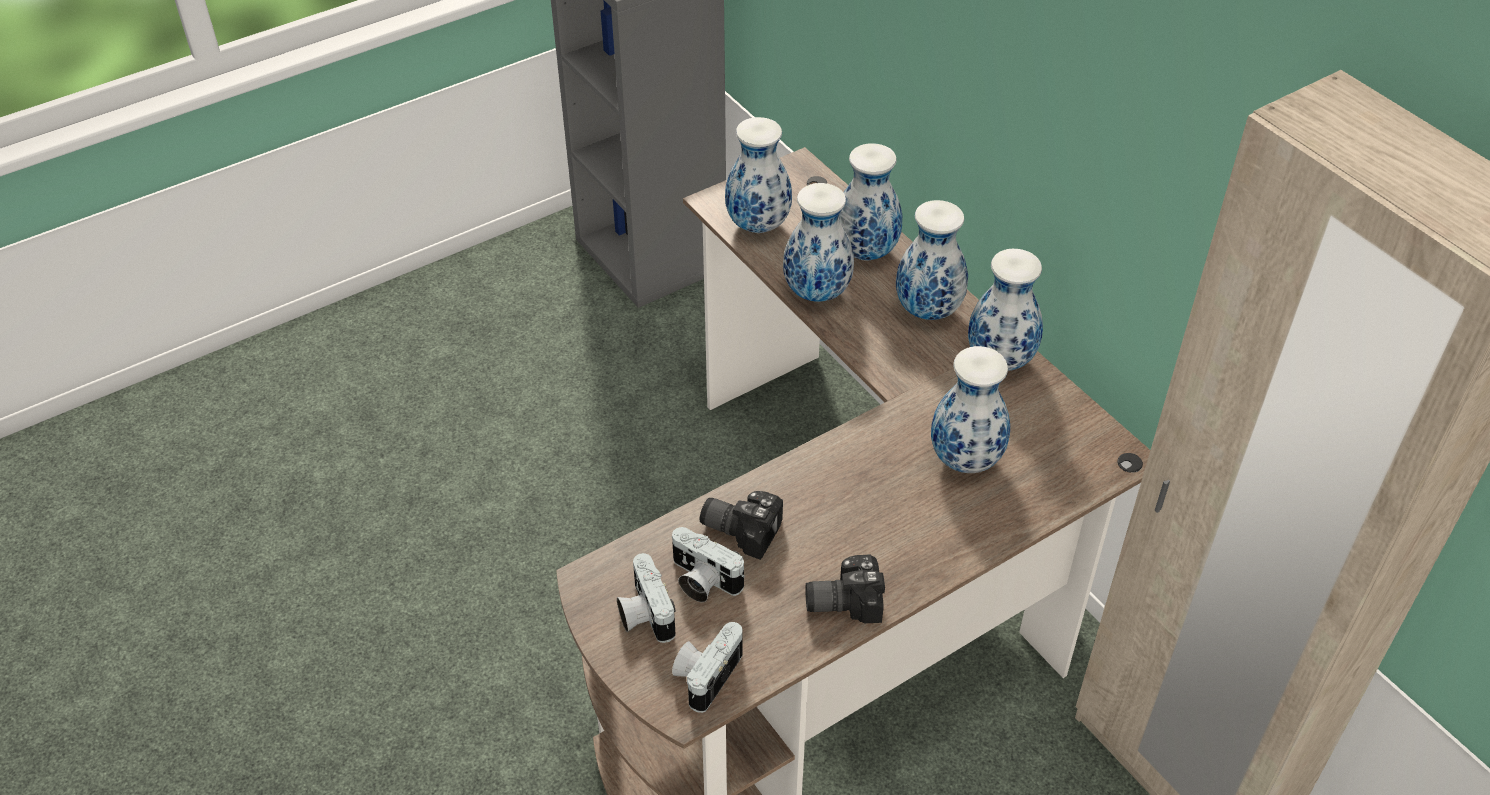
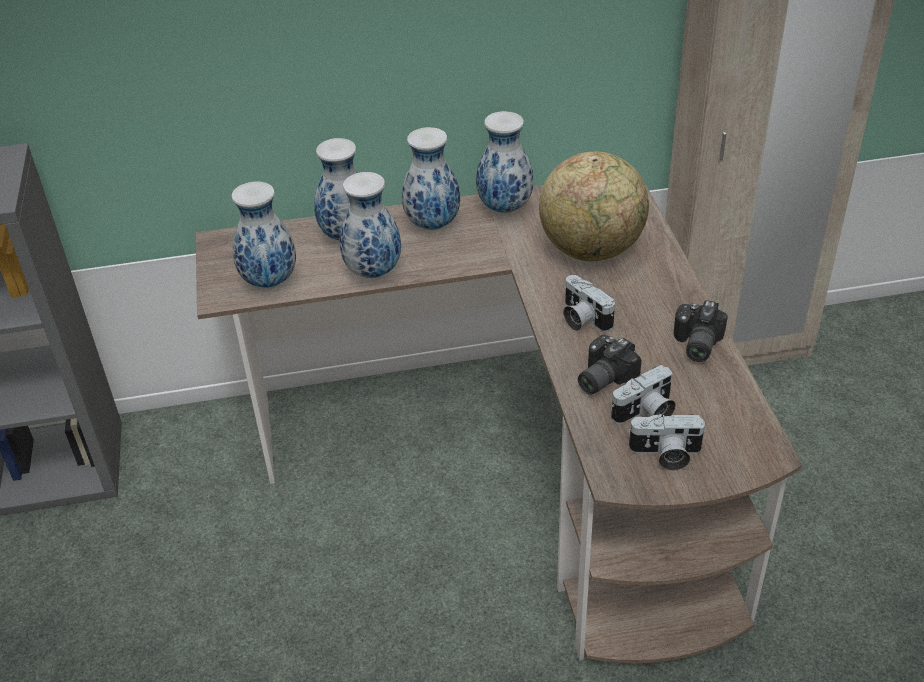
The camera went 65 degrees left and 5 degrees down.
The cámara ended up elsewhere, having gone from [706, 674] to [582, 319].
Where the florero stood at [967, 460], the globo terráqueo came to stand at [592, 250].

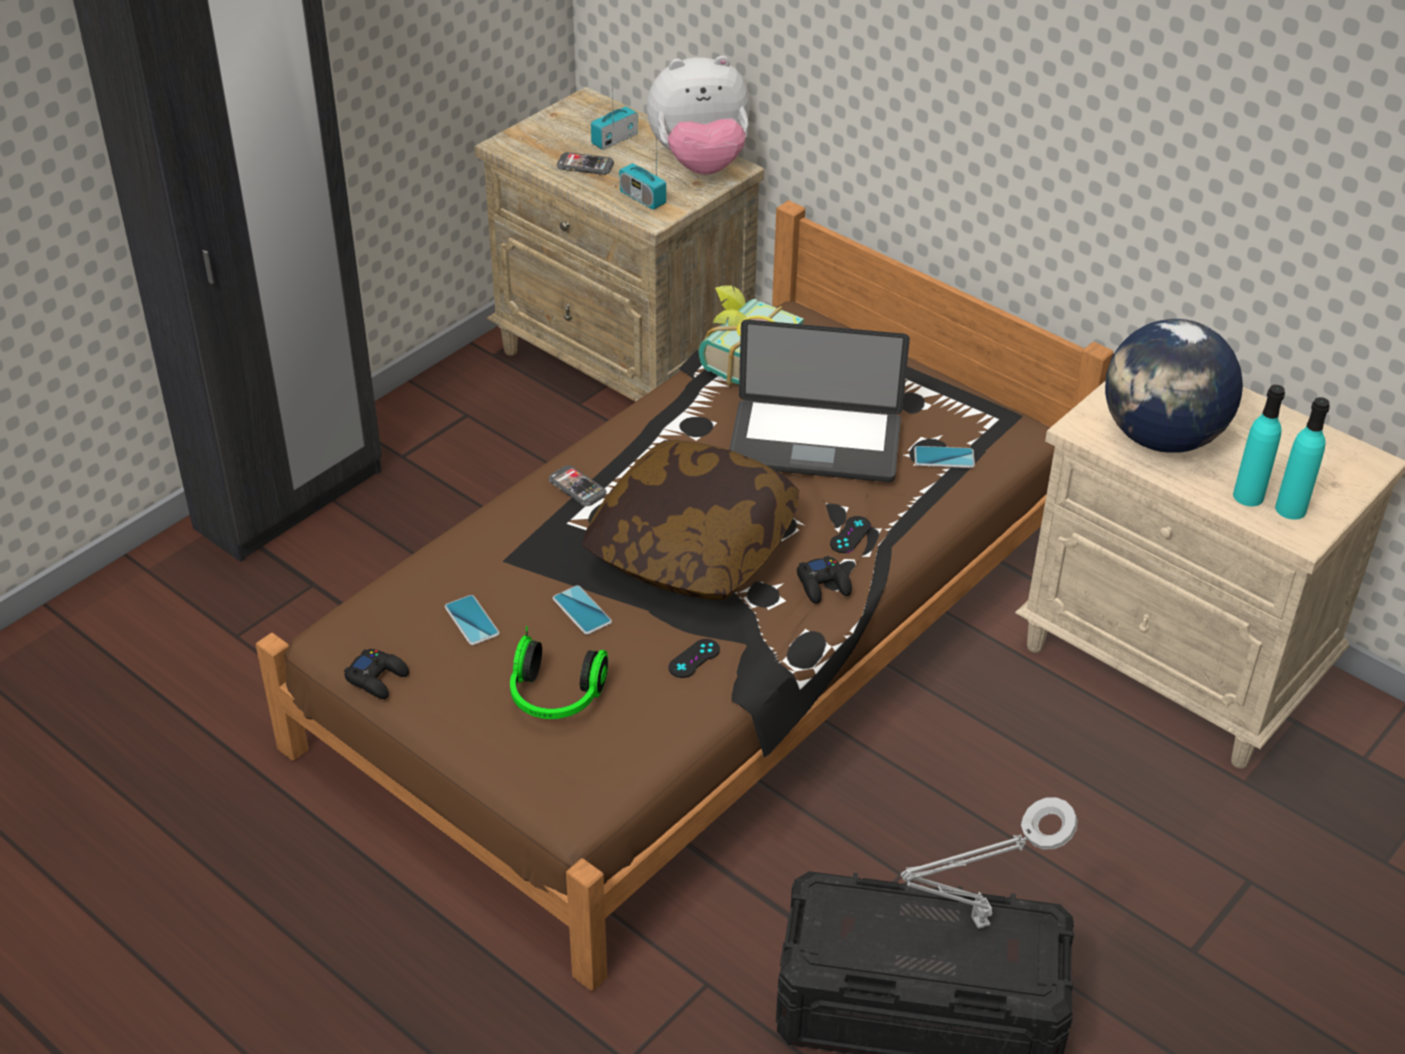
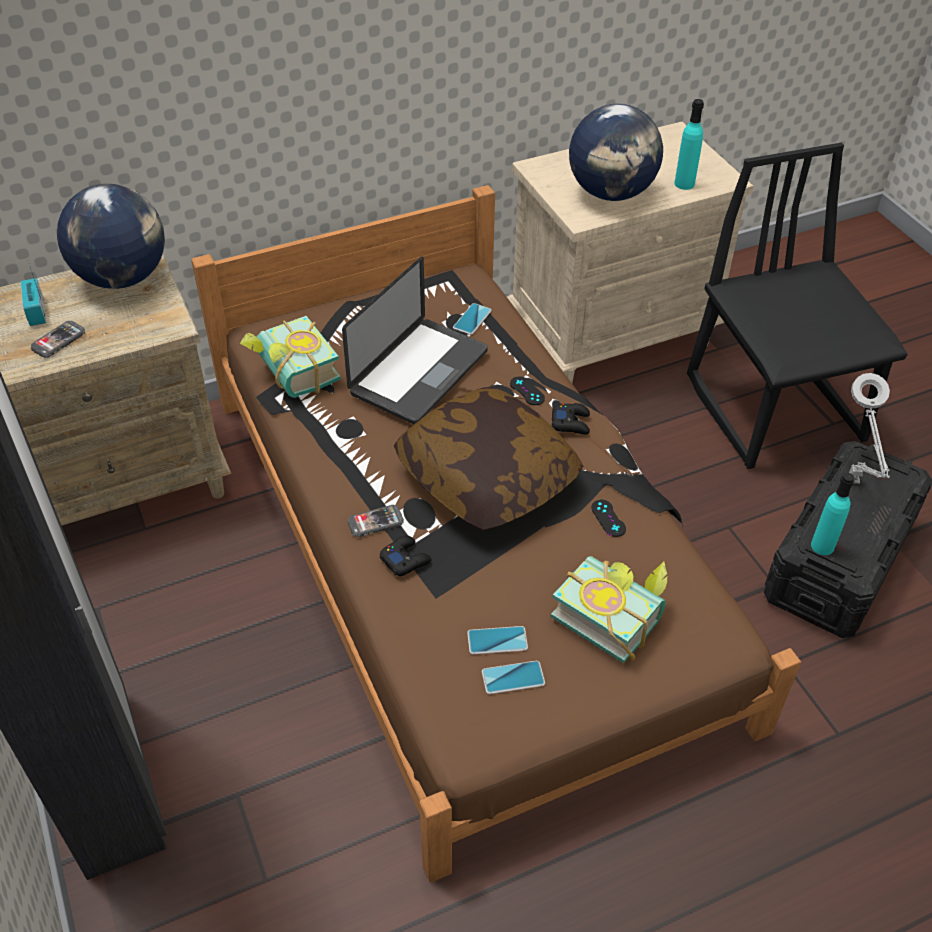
The camera went 65 degrees left and 5 degrees up.
The mando de consola [negro] ended up elsewhere, having gone from [377, 678] to [405, 559].
Where the auriculares stood at [555, 698], the libro came to stand at [612, 614].
The móvil ended up elsewhere, having gone from [582, 611] to [513, 678].
The second view lost the radio at [642, 198].
Where the peluche stood at [700, 164], the globo terráqueo came to stand at [122, 277].
The botella [turquesa] ended up elsewhere, having gone from [1290, 509] to [822, 546].
The second view gained the silla [negro] at [775, 408].

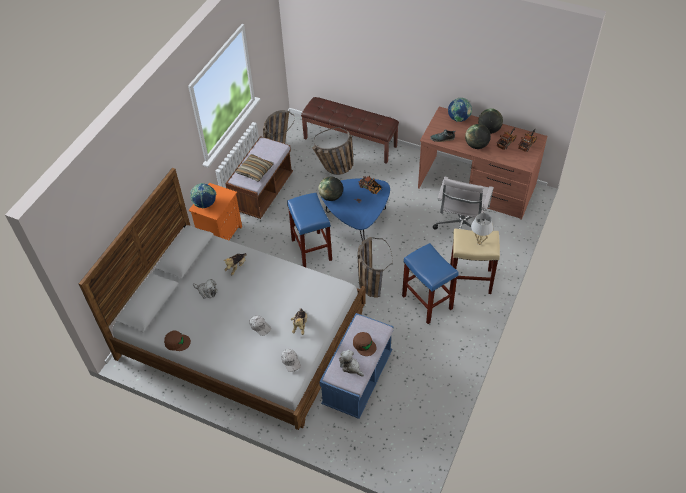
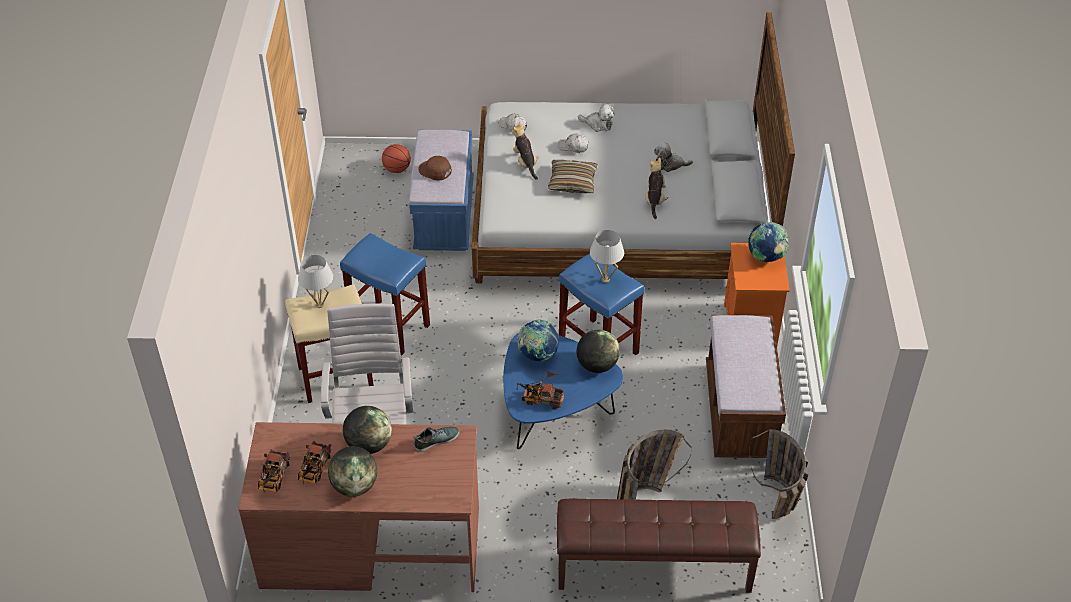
The camera went 155 degrees right and 5 degrees down.
The second view lost the gorra [marrón] at [177, 342].
The cojín ended up elsewhere, having gone from [255, 171] to [572, 182].
The peluche ended up elsewhere, having gone from [351, 367] to [598, 124].
The second view lost the cesta at [369, 280].
The globo terráqueo ended up elsewhere, having gone from [458, 119] to [537, 355].
The second view gained the balón de baloncesto at [397, 169].
The second view gained the lámpara de mesa [blanco] at [605, 279].

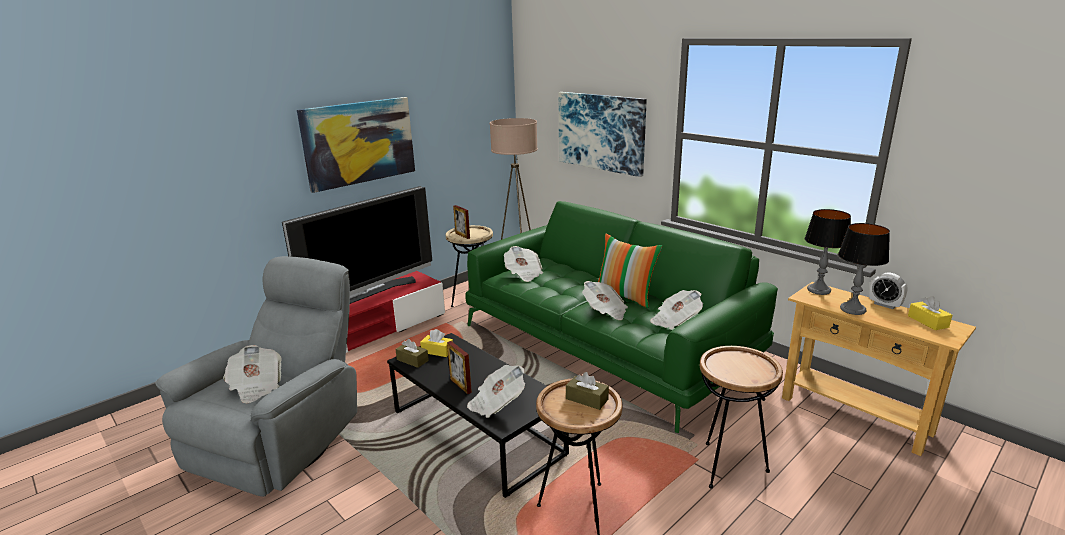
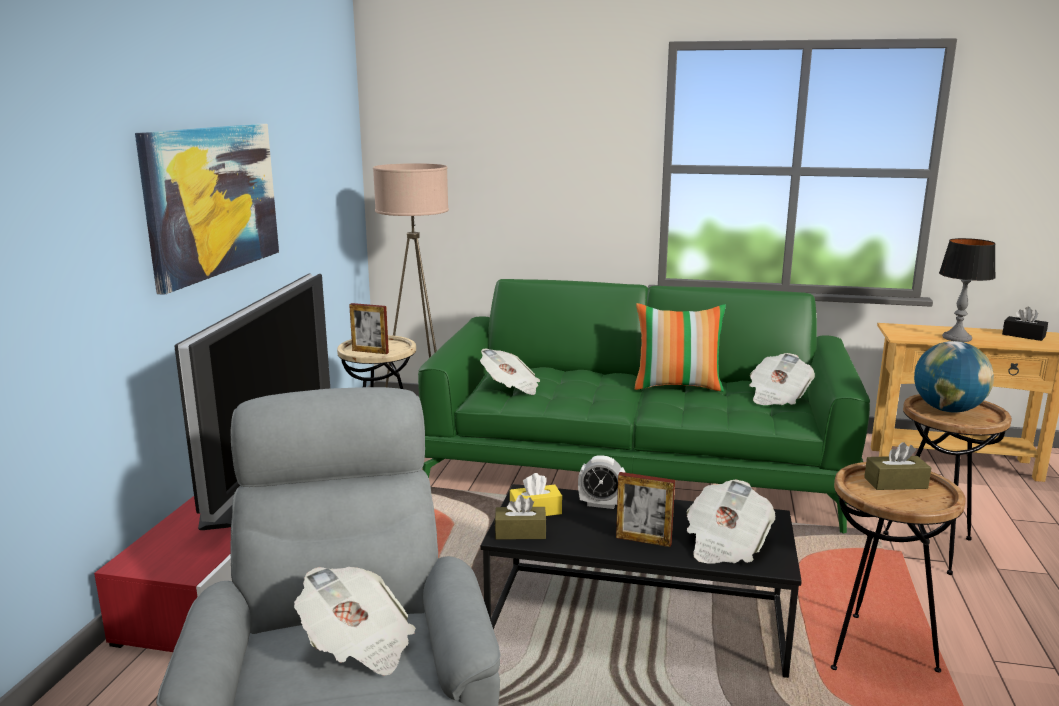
The camera went 35 degrees left and 5 degrees down.
The second view lost the cuadro at [601, 132].
The second view lost the periódico at [605, 311].
The second view lost the lámpara de mesa at [818, 290].
The despertador ended up elsewhere, having gone from [885, 305] to [601, 504].
What was the caja de pañuelos [amarillo] at [928, 321] turned into the caja de pañuelos [negro] at [1023, 335].
The second view gained the globo terráqueo at [948, 410].

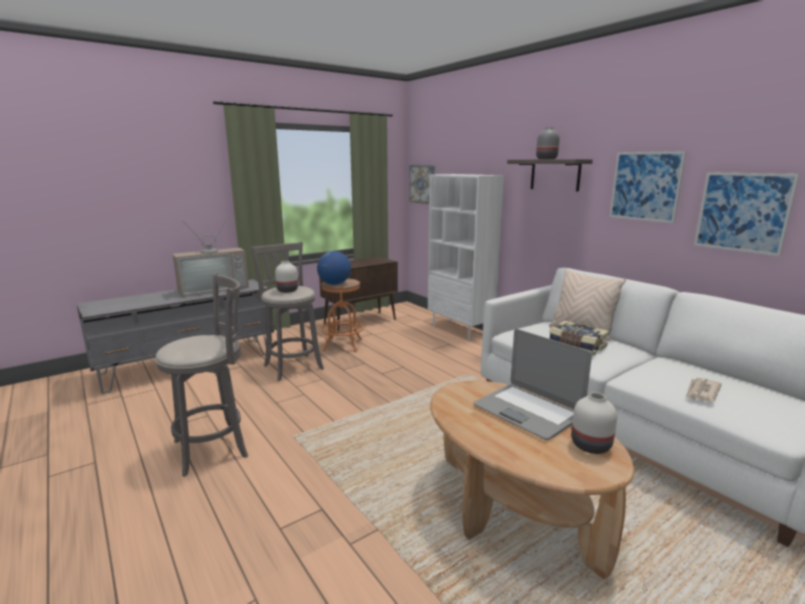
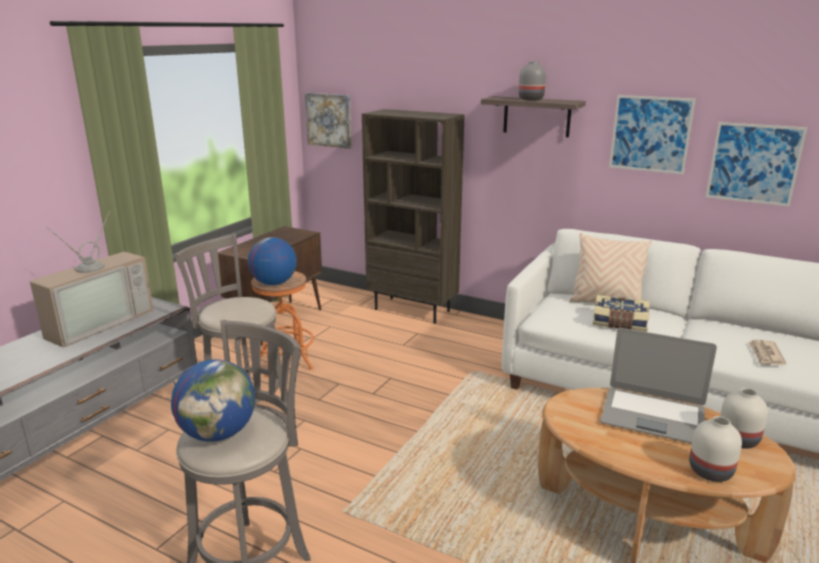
The camera went 25 degrees left and 5 degrees up.
The florero [blanco] ended up elsewhere, having gone from [288, 290] to [710, 471].
What was the estantería [blanco] at [460, 330] turned into the estantería [marrón] at [413, 310].
The second view gained the globo terráqueo at [218, 433].

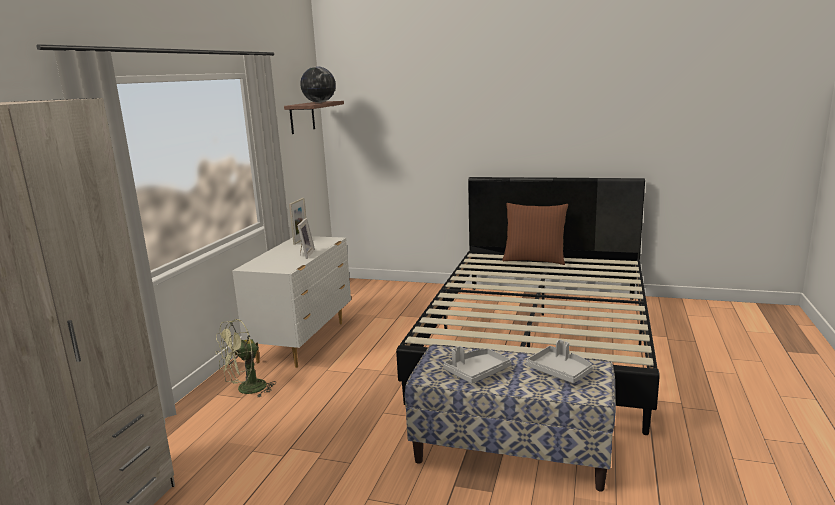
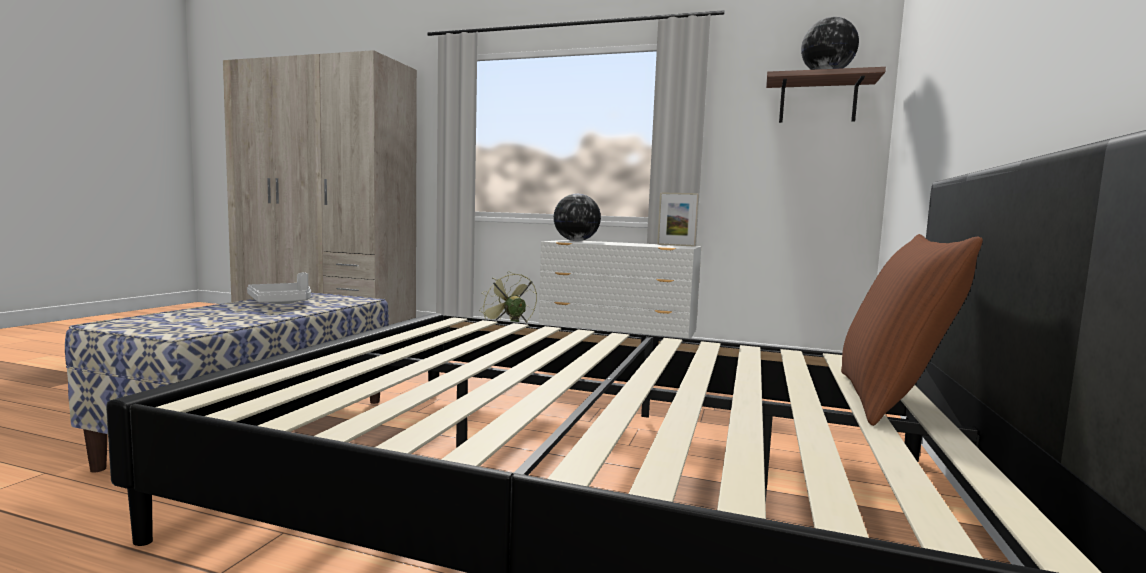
The camera went 90 degrees right and 10 degrees down.
The second view lost the portarretratos at [305, 254].
The second view lost the bandeja [gris] at [560, 371].
The second view gained the globo terráqueo at [576, 241].

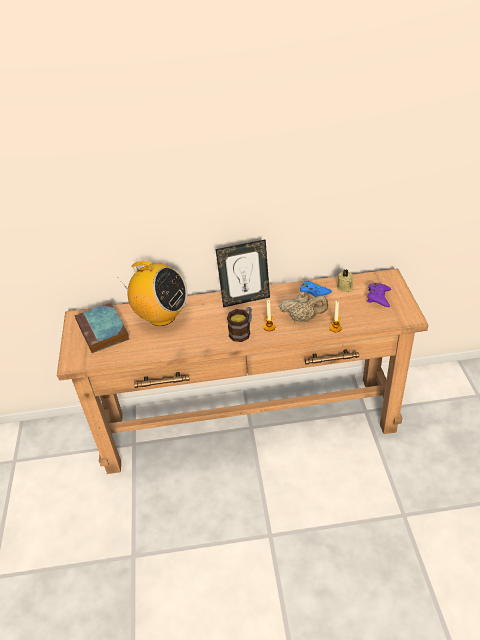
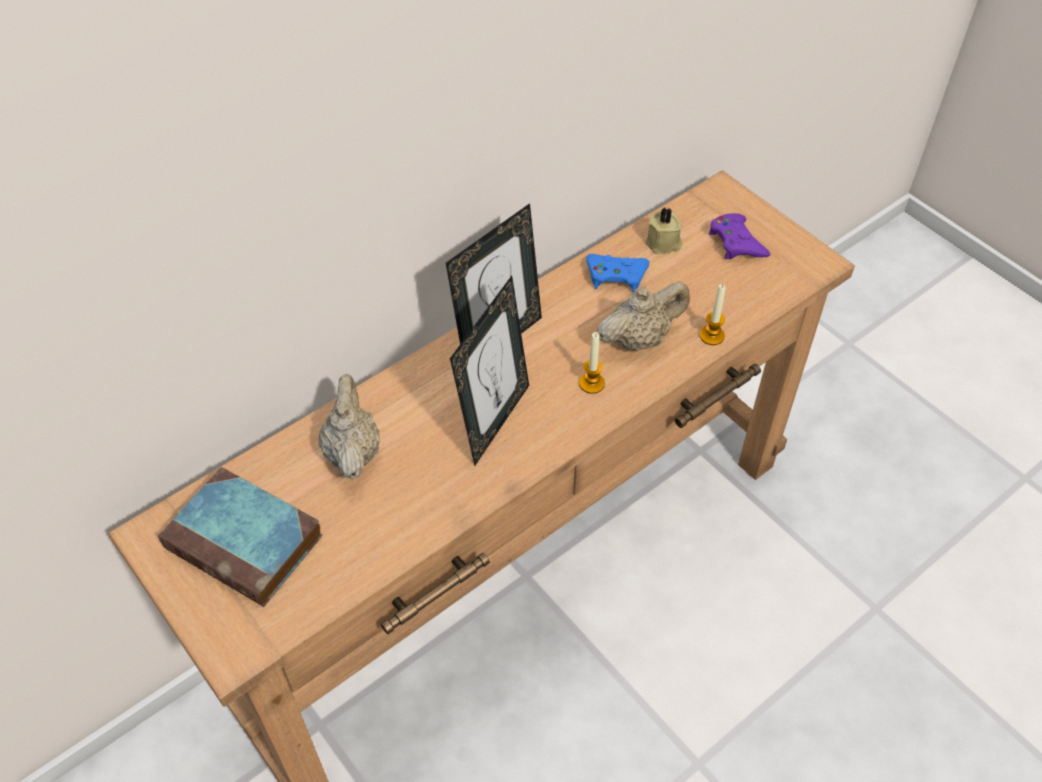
The camera went 35 degrees left and 10 degrees up.
Where the radio stood at [161, 317], the tetera [beis] came to stand at [352, 452].
The second view lost the taza grande at [242, 331].
The second view gained the portarretratos at [494, 421].

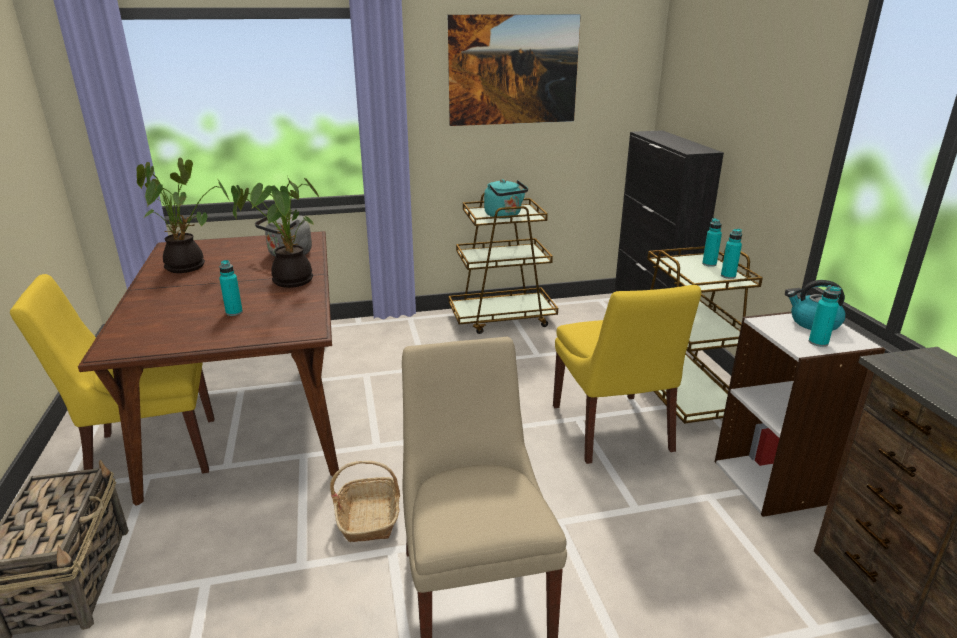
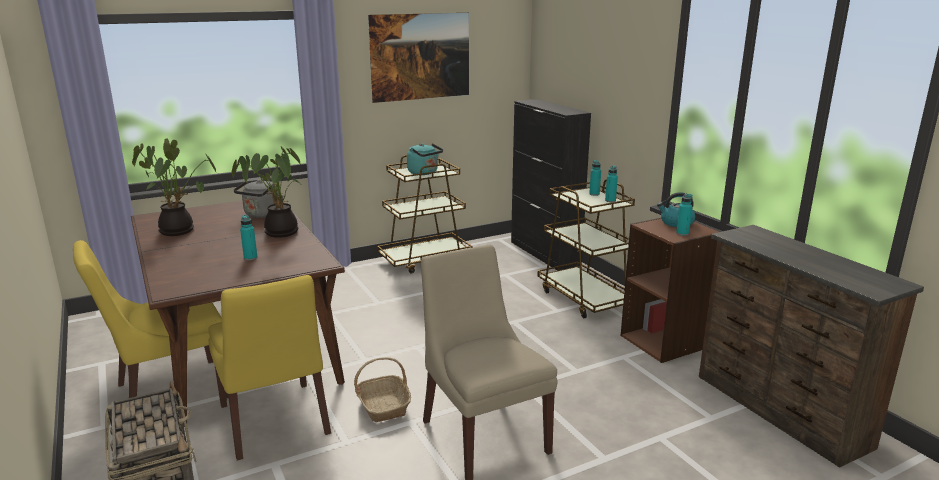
The camera went 15 degrees left and 5 degrees down.
The silla [amarillo] ended up elsewhere, having gone from [612, 430] to [275, 422].
What was the estantería [blanco] at [774, 481] turned into the estantería [marrón] at [663, 342].

